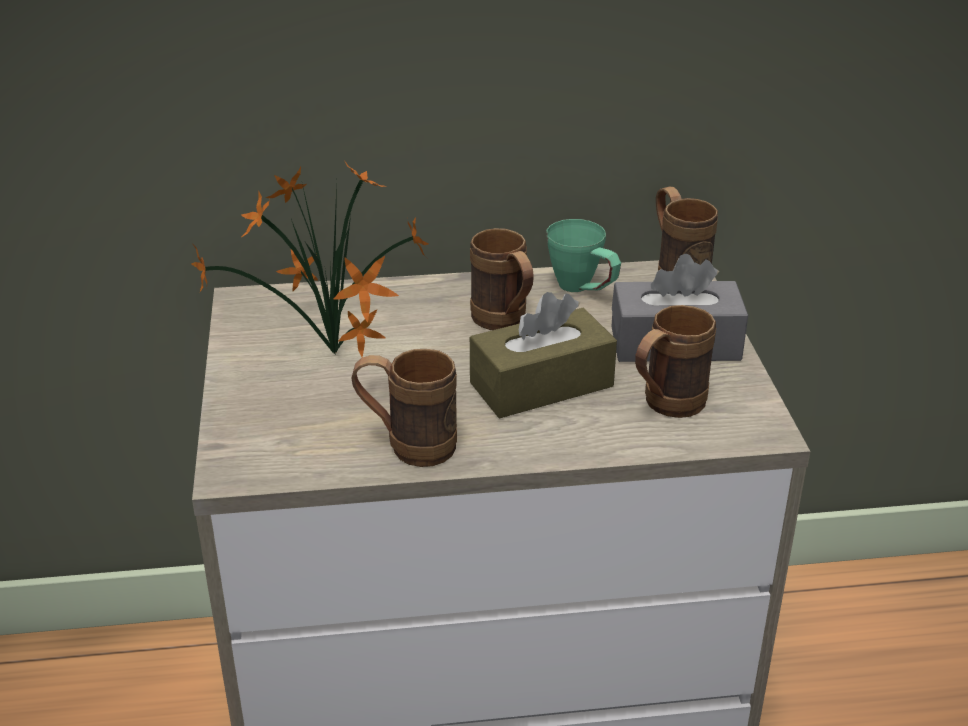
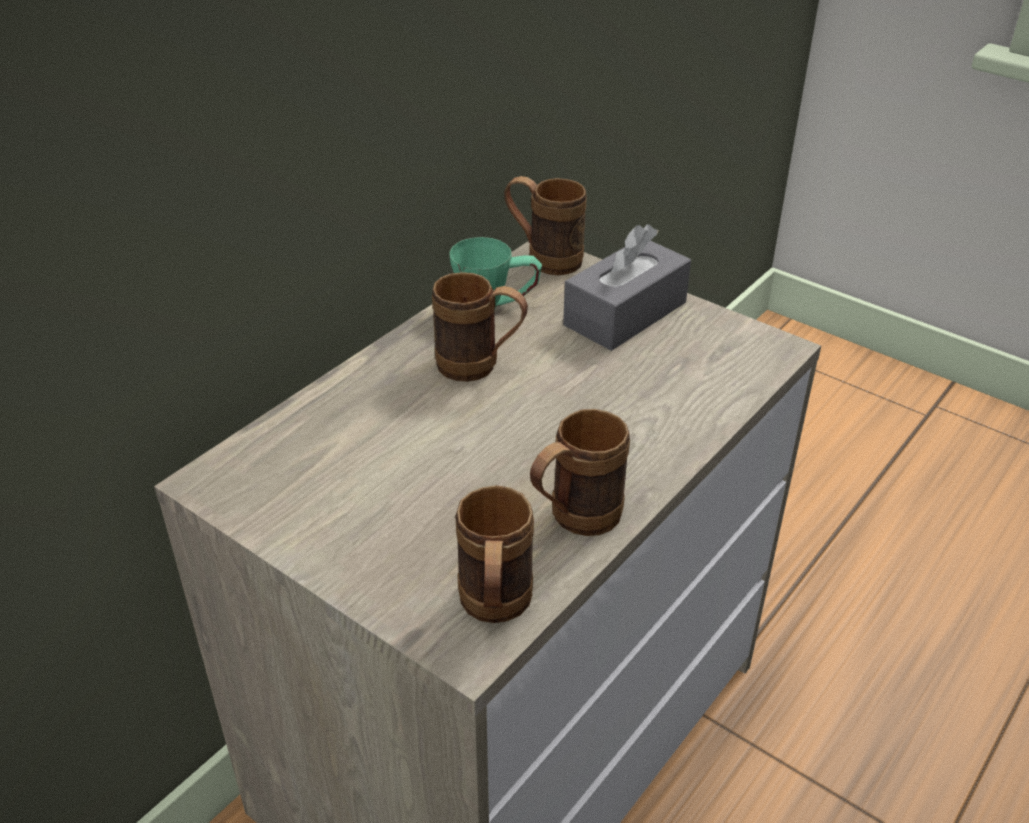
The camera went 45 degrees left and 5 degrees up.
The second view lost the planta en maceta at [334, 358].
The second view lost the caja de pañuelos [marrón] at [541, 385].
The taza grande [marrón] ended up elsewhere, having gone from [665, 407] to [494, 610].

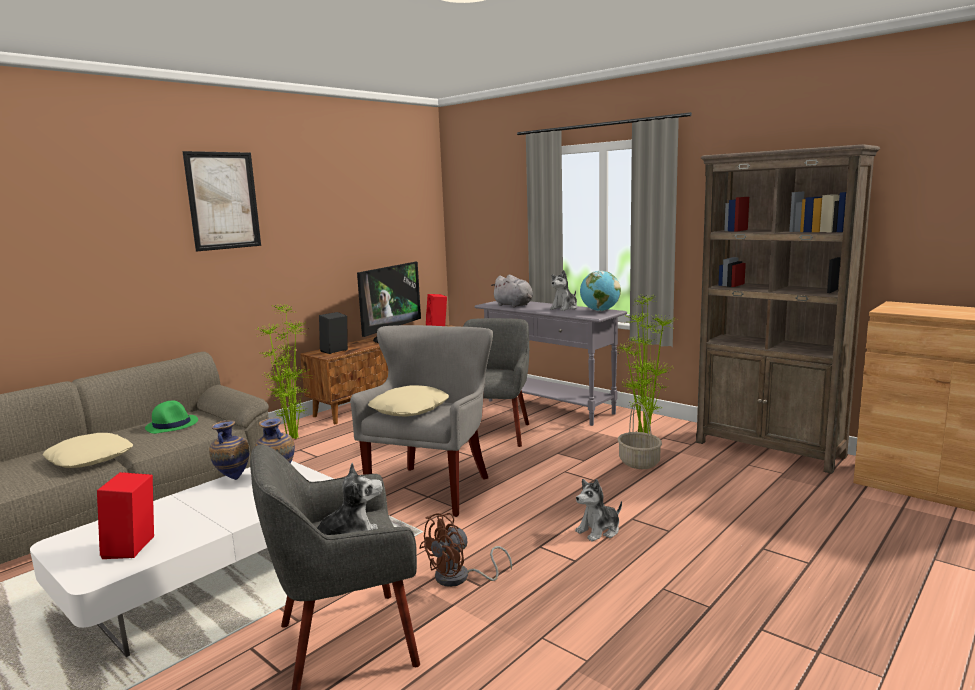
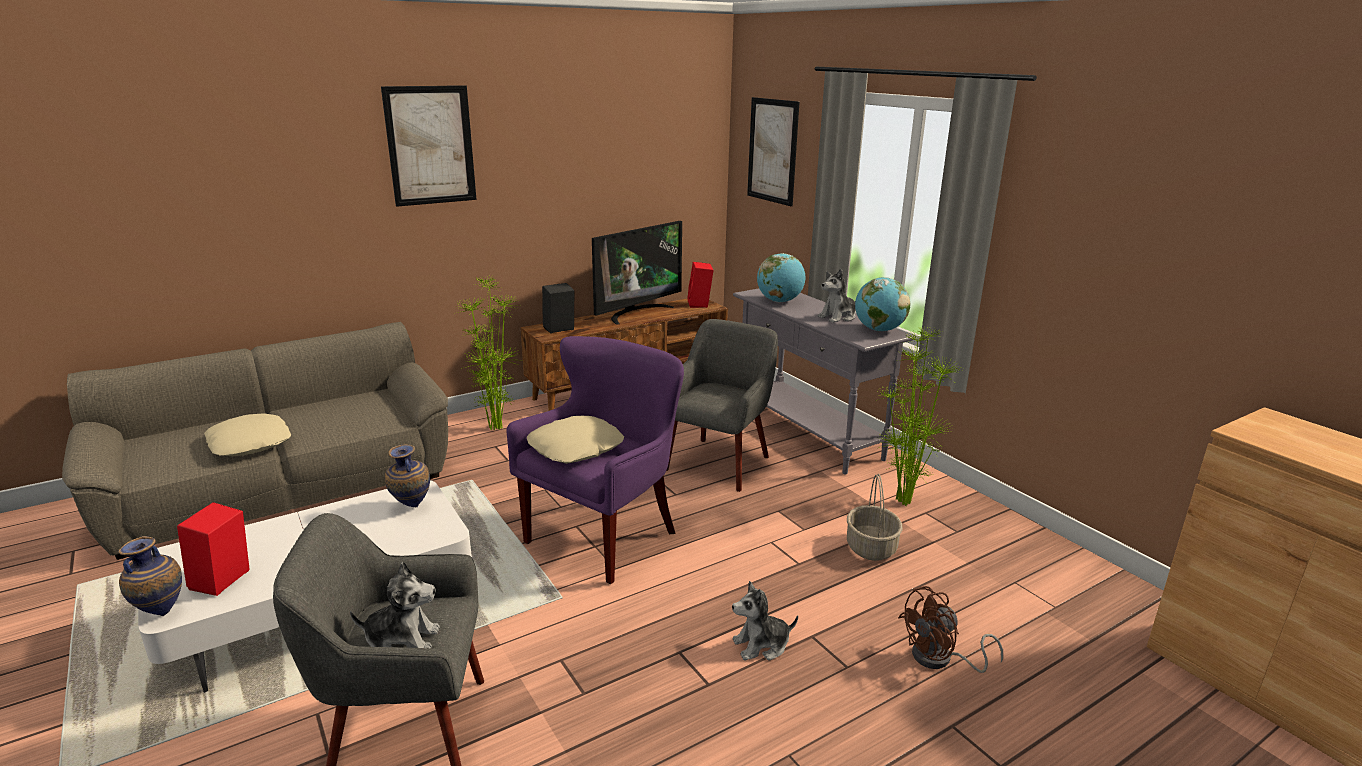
The camera went 15 degrees right and 10 degrees up.
The second view lost the sombrero [verde] at [172, 425].
The florero ended up elsewhere, having gone from [232, 478] to [160, 612].
What was the sillón [gris] at [433, 489] turned into the sillón [morado] at [605, 537].
The ventilador [marrón] ended up elsewhere, having gone from [459, 578] to [940, 659].
Where the peluche [gris] stood at [514, 305], the globo terráqueo came to stand at [779, 301].
The second view lost the estantería [marrón] at [769, 449].
The second view gained the cuadro at [772, 151].

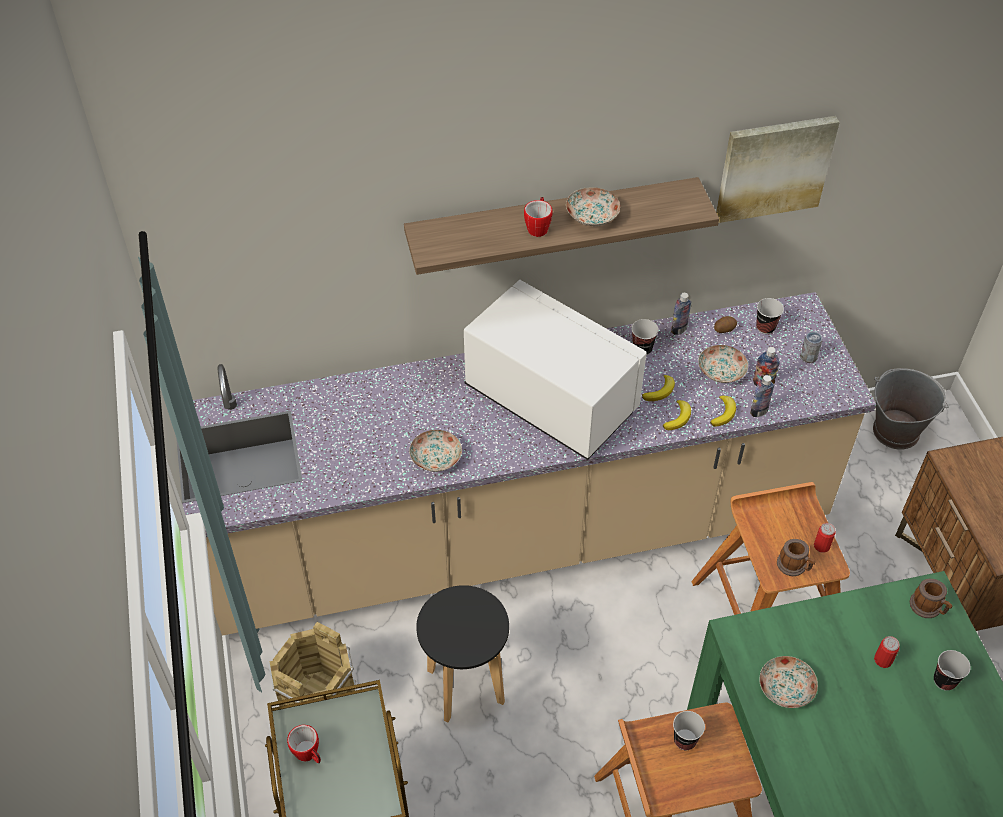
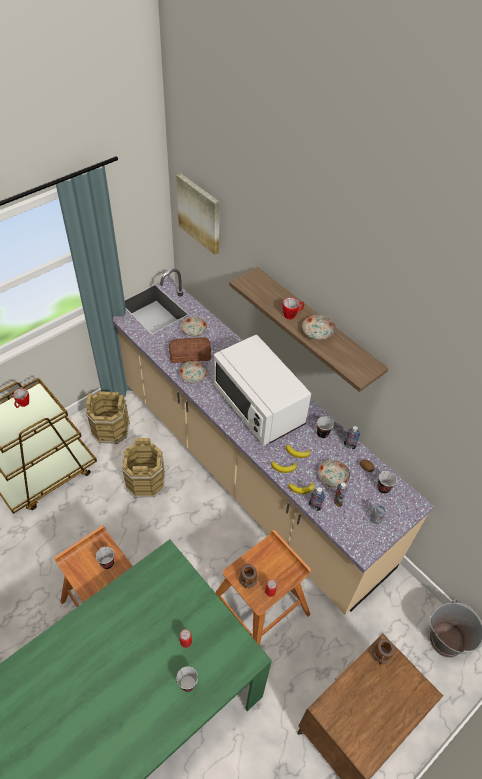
The camera went 60 degrees right and 0 degrees up.
Where the taburete [negro] stood at [465, 686], the cubo [marrón] came to stand at [146, 481].
The microondas [blanco] at [550, 399] ended up facing another way, 135 degrees clockwise from before.
The cuadro ended up elsewhere, having gone from [773, 167] to [200, 213].
The plato ended up elsewhere, having gone from [786, 689] to [193, 330].
The taza grande ended up elsewhere, having gone from [928, 607] to [381, 655].
The second view gained the pan at [189, 353].

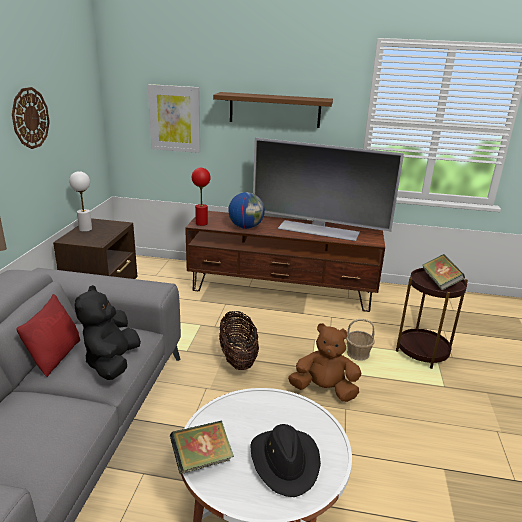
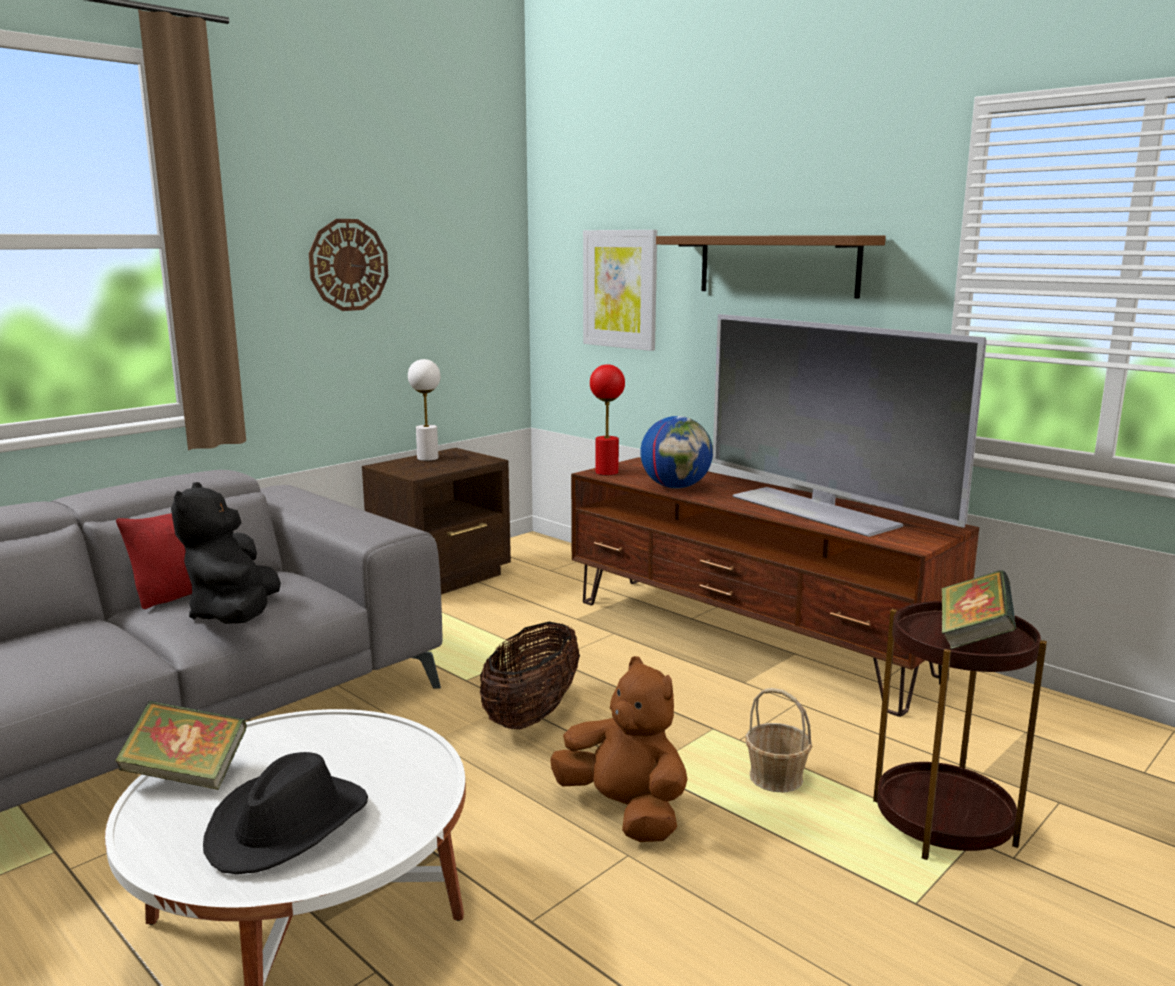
The camera went 35 degrees right and 10 degrees down.
The peluche [negro] at [112, 362] ended up facing another way, 45 degrees counterclockwise from before.

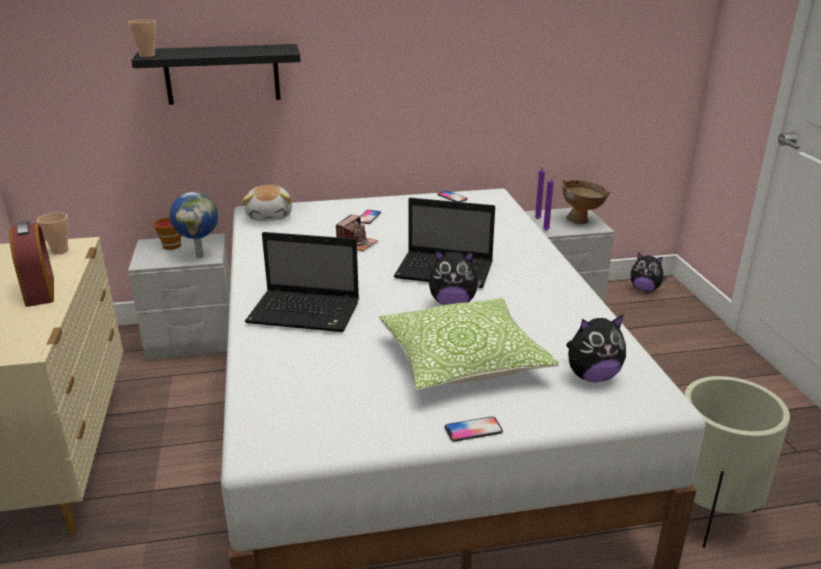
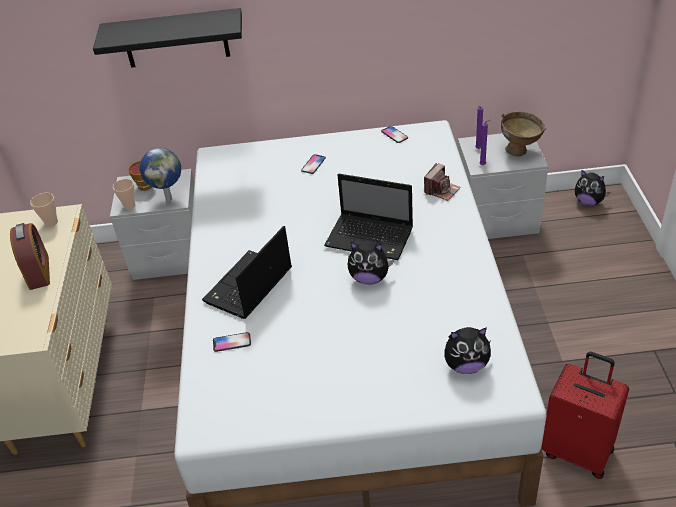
The camera went 10 degrees right and 15 degrees up.
The taza ended up elsewhere, having gone from [147, 55] to [129, 205].
The second view lost the peluche at [270, 216].
The portátil at [306, 313] ended up facing another way, 105 degrees clockwise from before.
The cámara ended up elsewhere, having gone from [357, 244] to [441, 190].
The second view lost the cojín at [463, 361].
The móvil ended up elsewhere, having gone from [473, 430] to [232, 342].
Where the maceta [beis] stood at [709, 514], the maleta [rojo] came to stand at [578, 451].

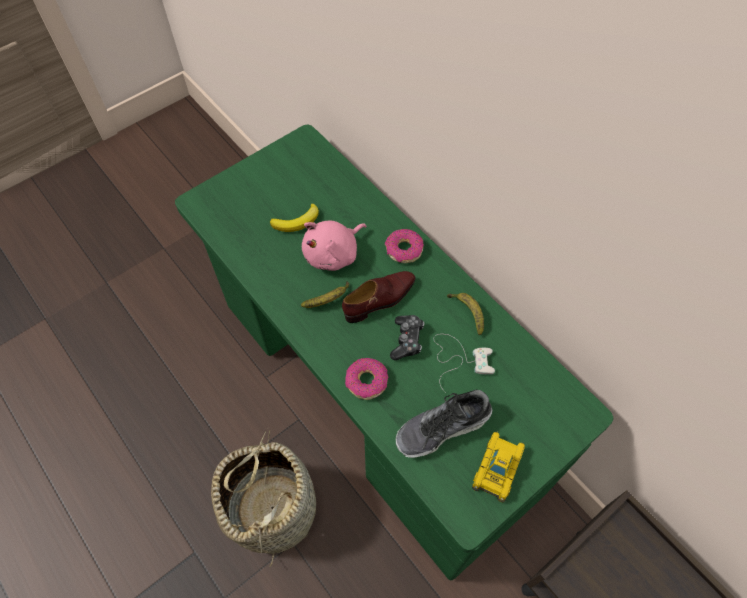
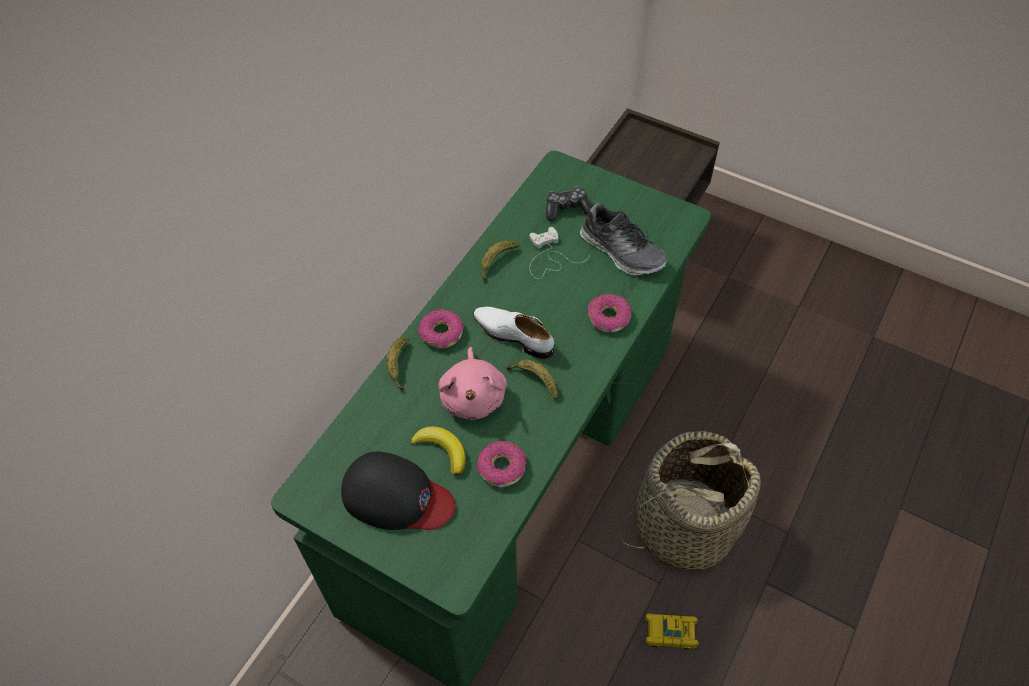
The camera went 110 degrees left and 5 degrees down.
The peluche [rosa] at [334, 254] ended up facing another way, 60 degrees clockwise from before.
What was the zapato [marrón] at [380, 299] turned into the zapato [blanco] at [513, 335].
The mando de consola ended up elsewhere, having gone from [407, 340] to [567, 208].
The coche de juguete ended up elsewhere, having gone from [497, 468] to [670, 633].
The second view gained the gorra [negro] at [396, 497].
The second view gained the plátano at [398, 366].
The second view gained the rosquilla at [501, 467].

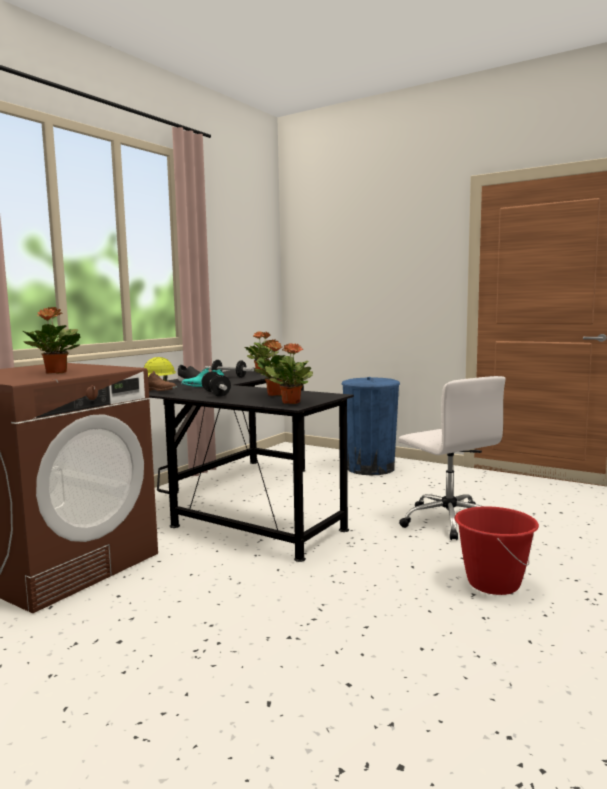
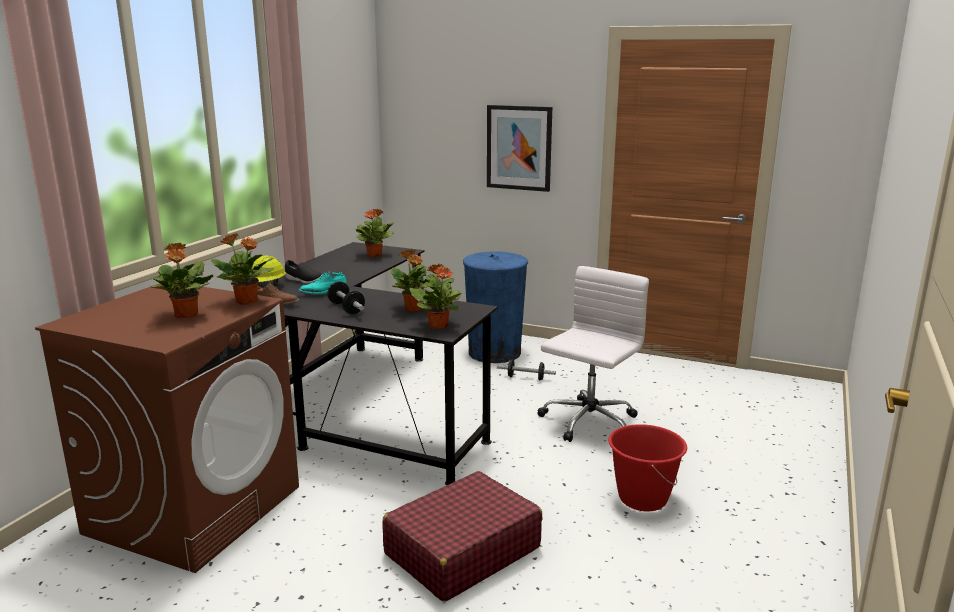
The camera went 10 degrees left and 10 degrees up.
The mancuerna ended up elsewhere, having gone from [229, 377] to [525, 378].
The silla de oficina [blanco] at [447, 521] ended up facing another way, 105 degrees counterclockwise from before.
The second view gained the planta en maceta at [247, 302].
The second view gained the maleta [rojo] at [462, 551].
The second view gained the cuadro at [519, 148].

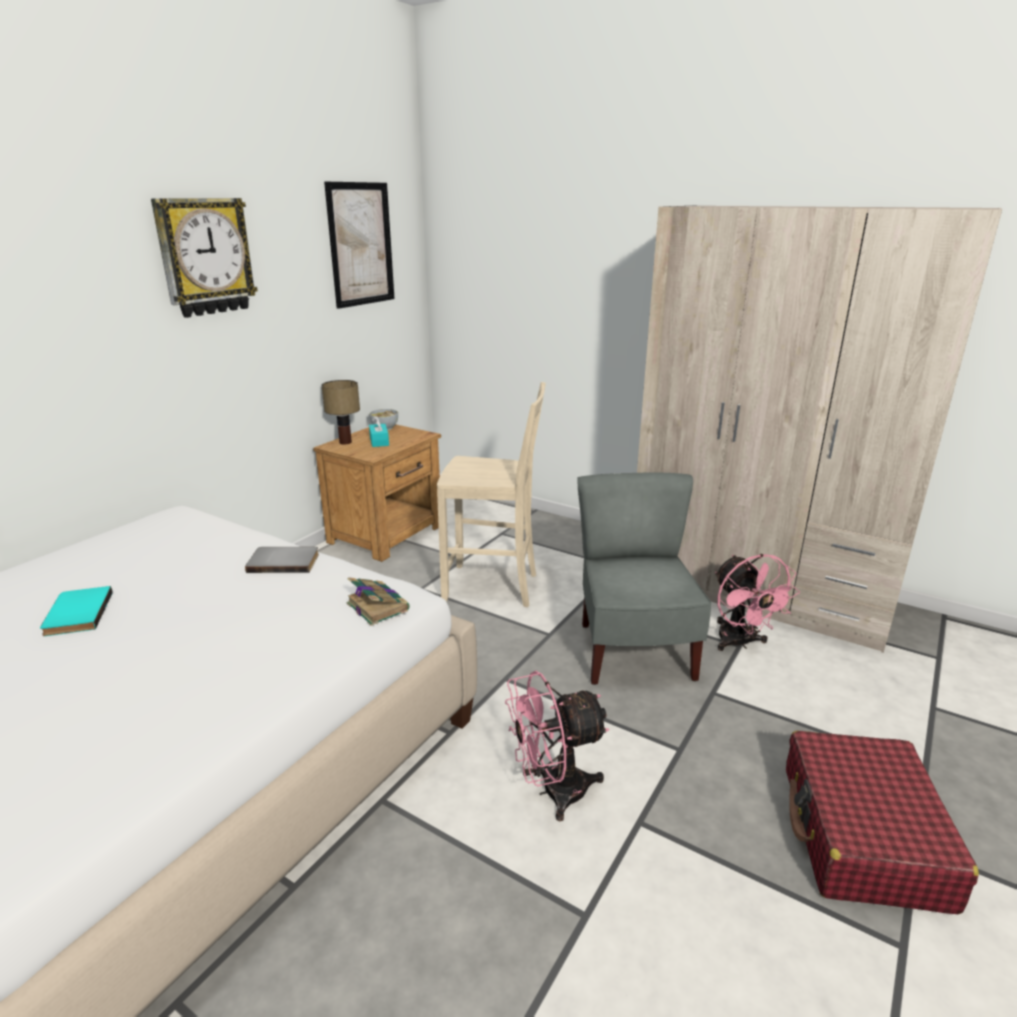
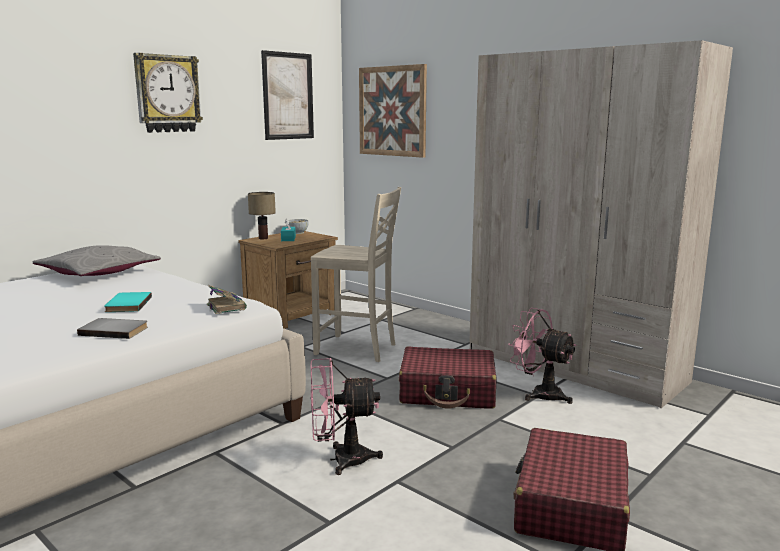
The camera went 10 degrees right and 10 degrees down.
The libro [turquesa] ended up elsewhere, having gone from [76, 614] to [126, 304].
The libro [gris] ended up elsewhere, having gone from [284, 561] to [115, 330].
Where the silla [gris] stood at [633, 651], the maleta [rojo] came to stand at [448, 392].
The ventilador [rosa] at [740, 643] ended up facing another way, 135 degrees clockwise from before.
The second view gained the cojín [gris] at [99, 273].
The second view gained the cuadro at [392, 111].

